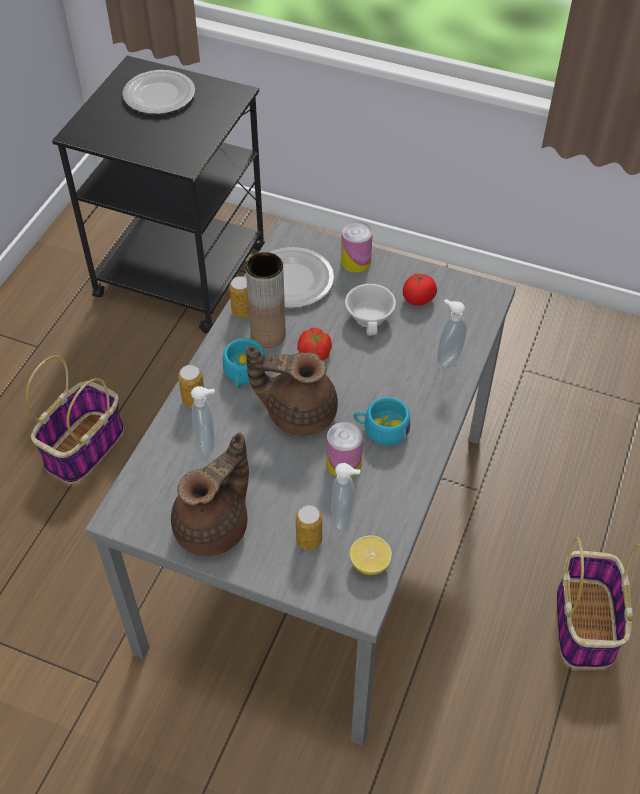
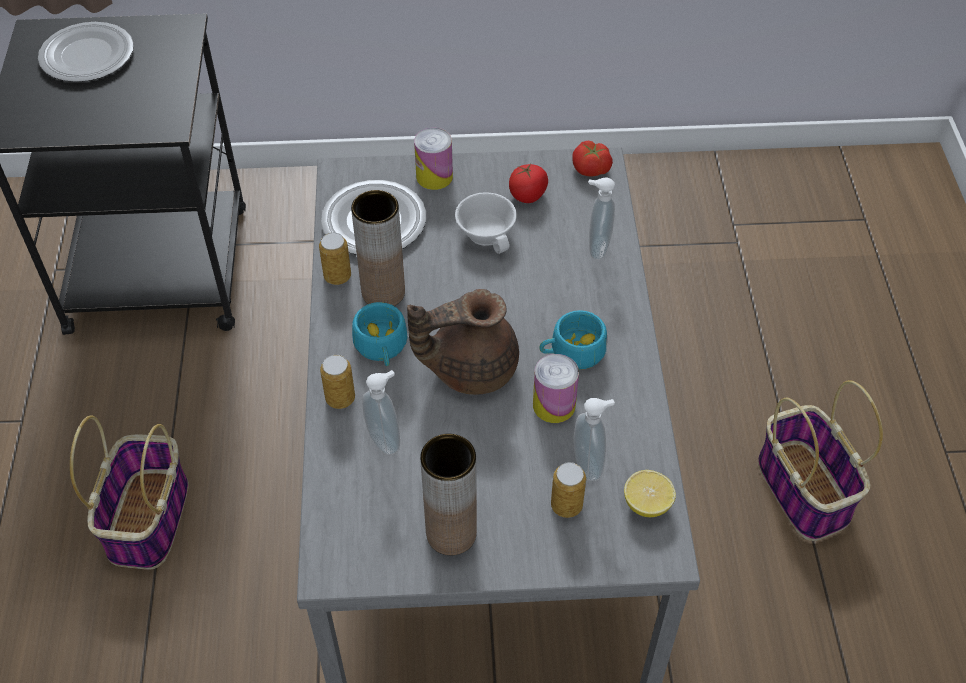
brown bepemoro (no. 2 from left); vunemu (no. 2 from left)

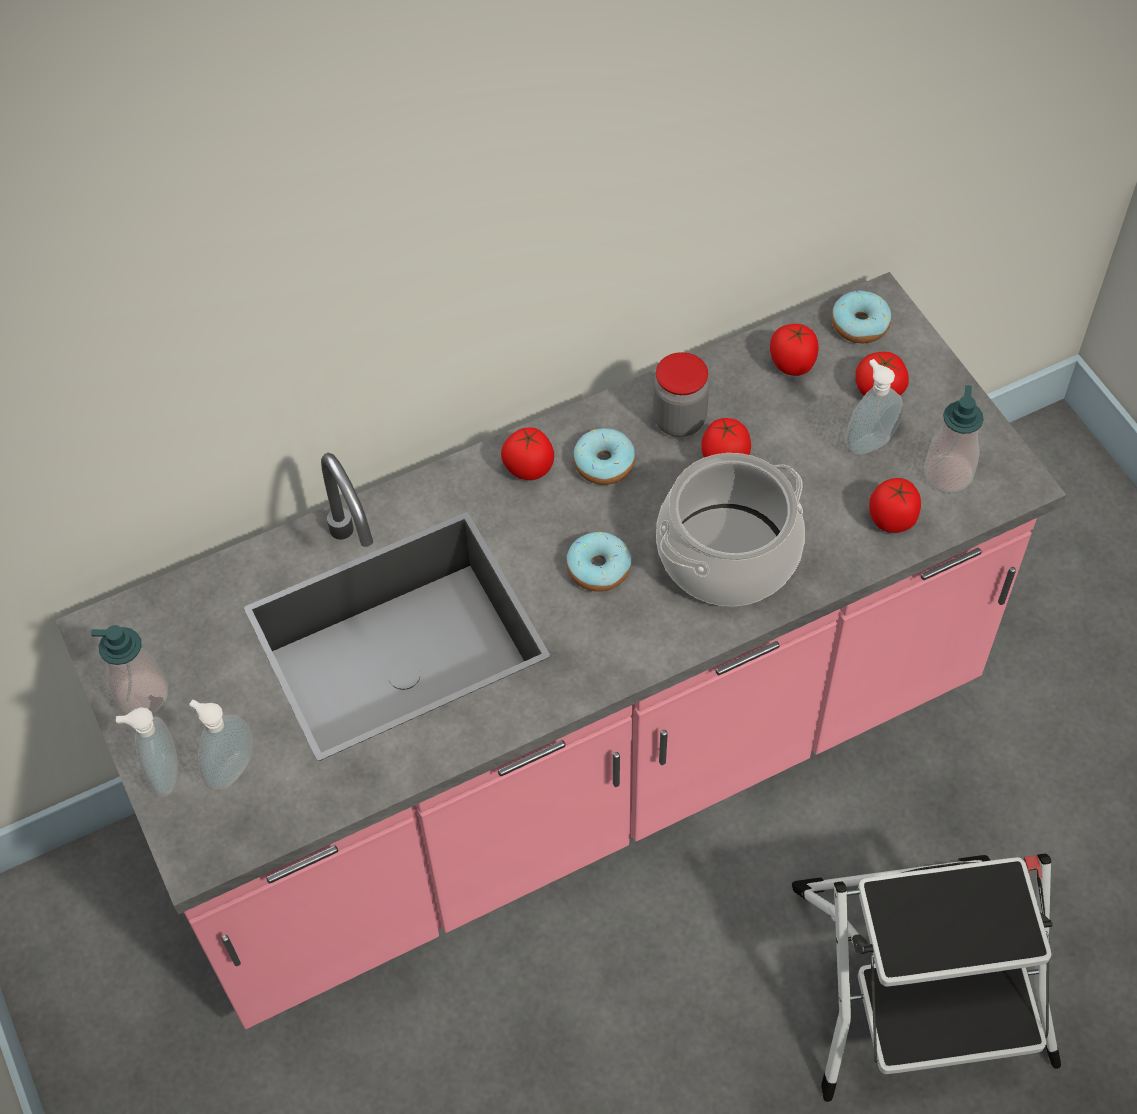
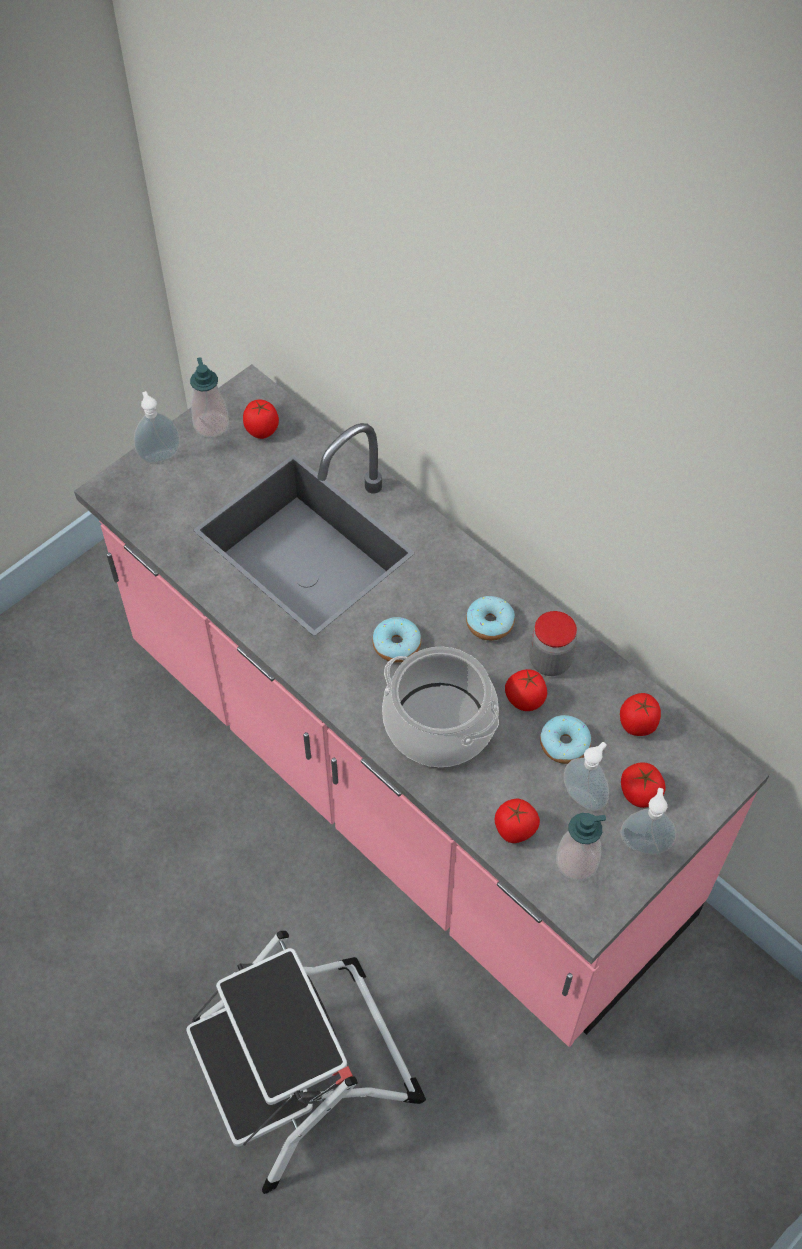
vunemu (no. 1 from left); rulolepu (no. 3 from left); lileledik (no. 5 from left)

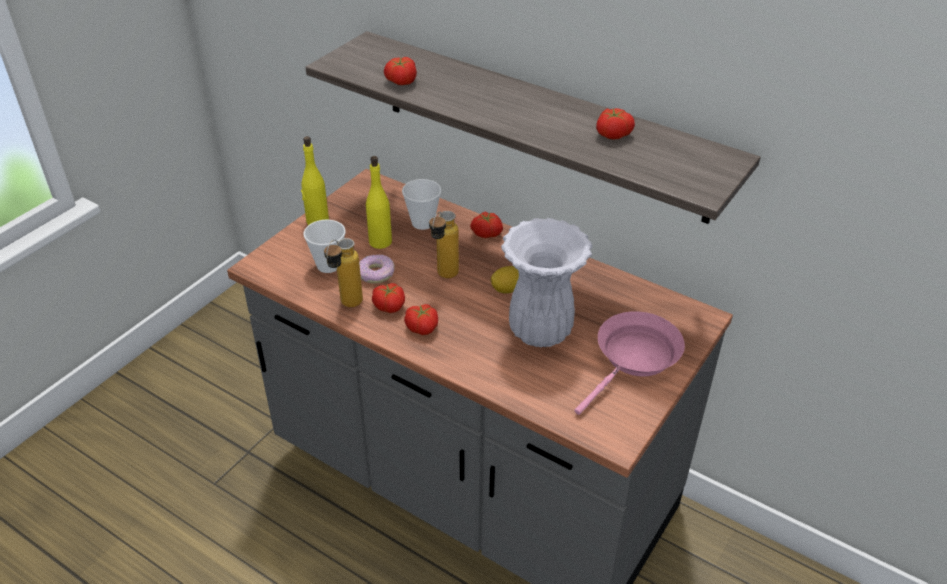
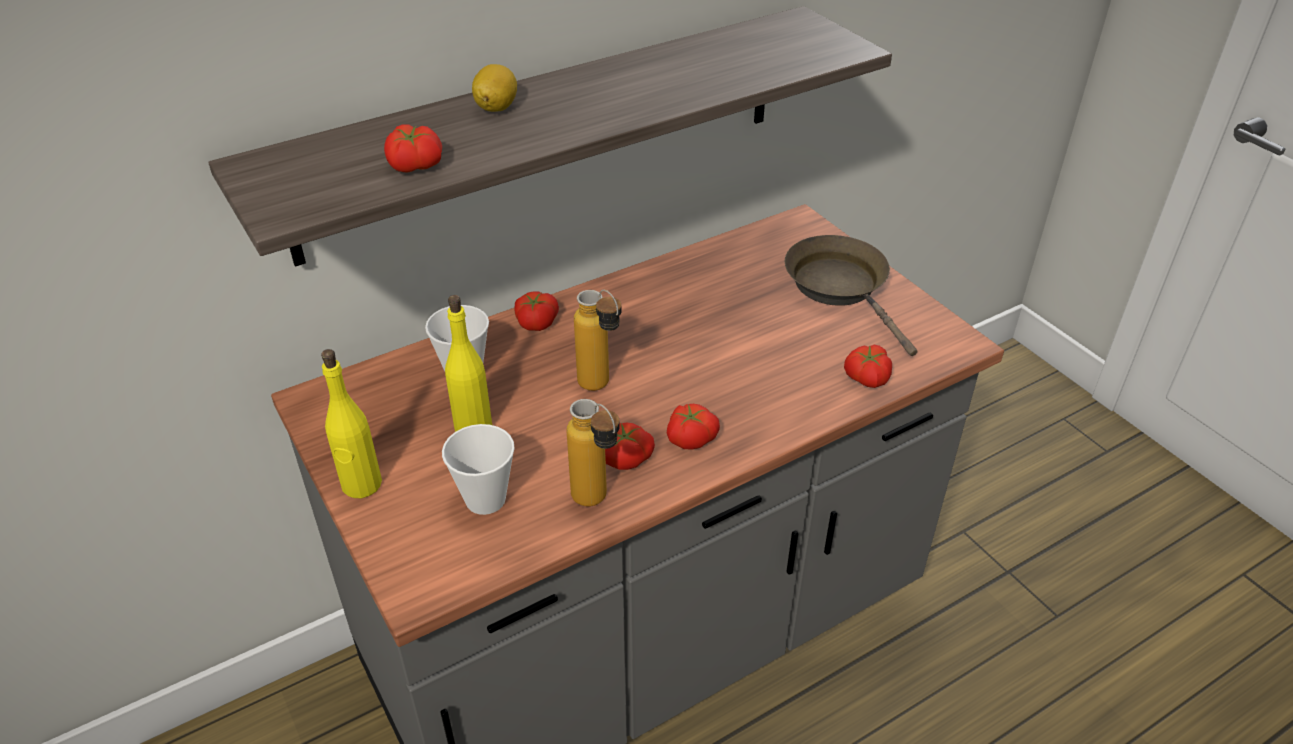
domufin; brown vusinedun; vunemu (no. 5 from left); rulolepu; white bepemoro

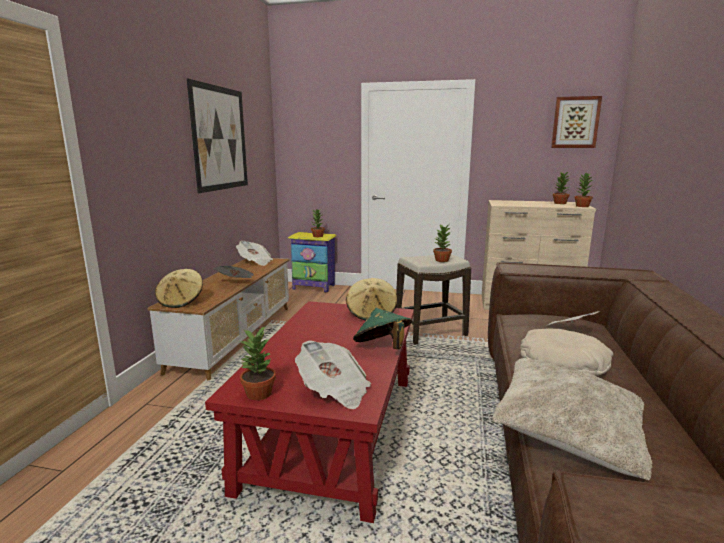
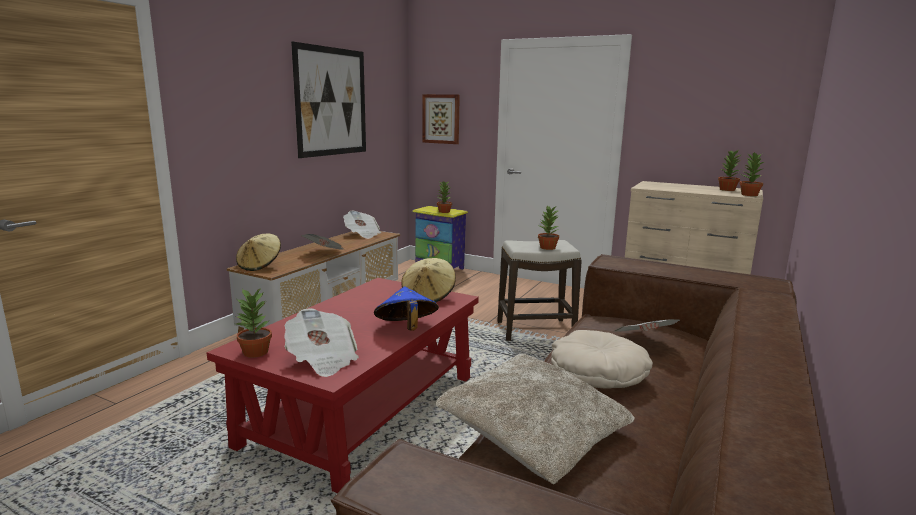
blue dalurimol; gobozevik (no. 2 from left)

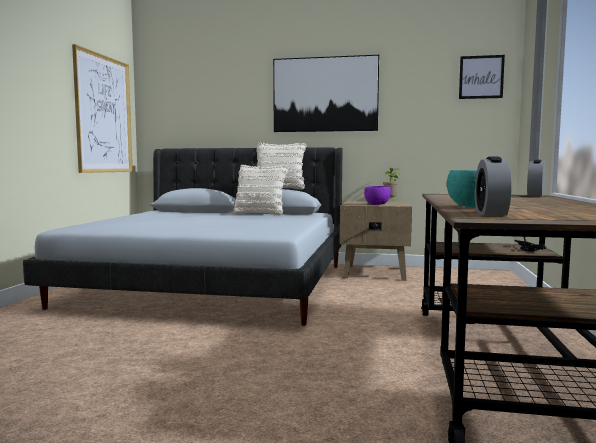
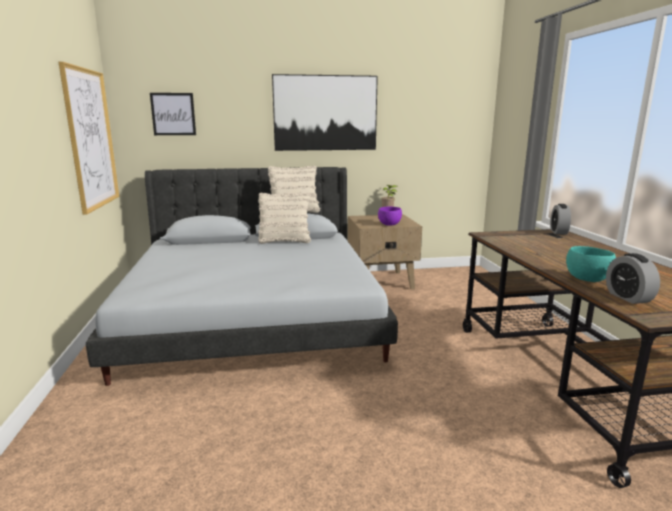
gobozevik (no. 2 from left)

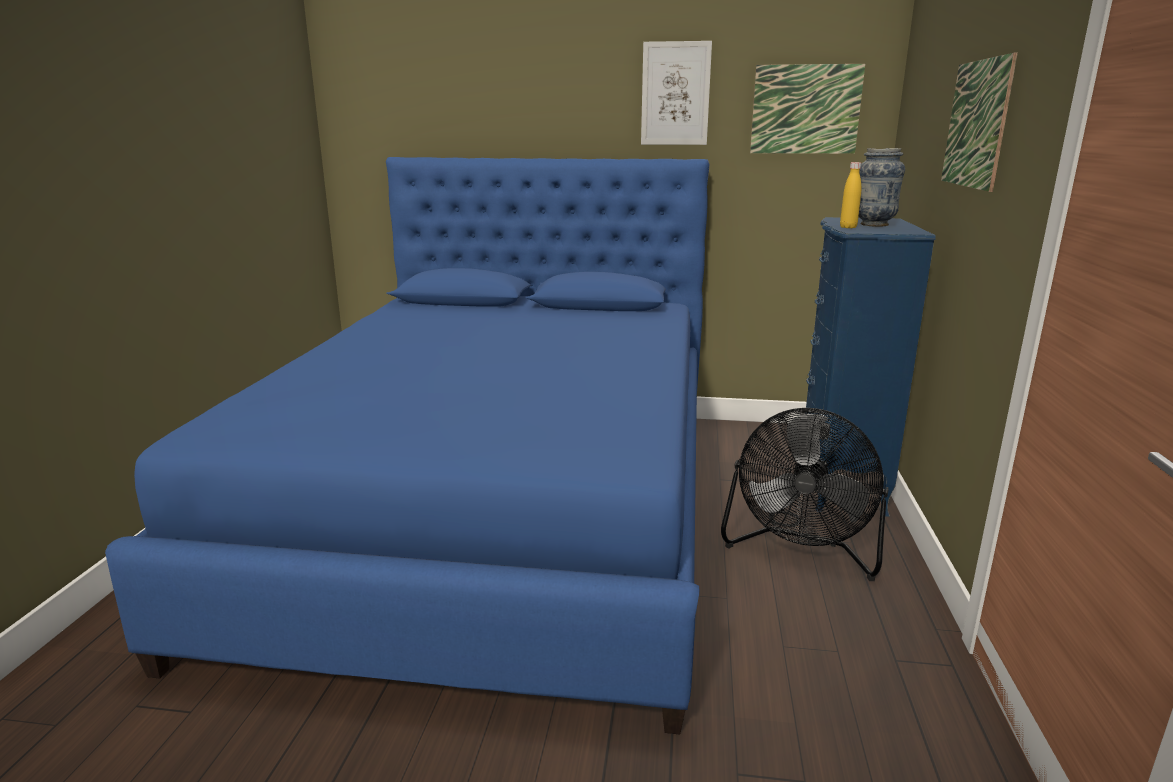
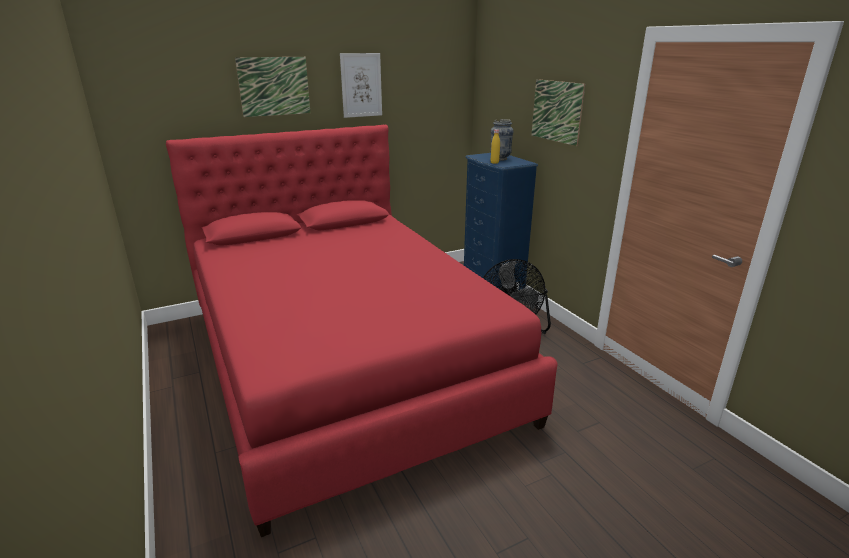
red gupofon; gobozevik (no. 1 from left)

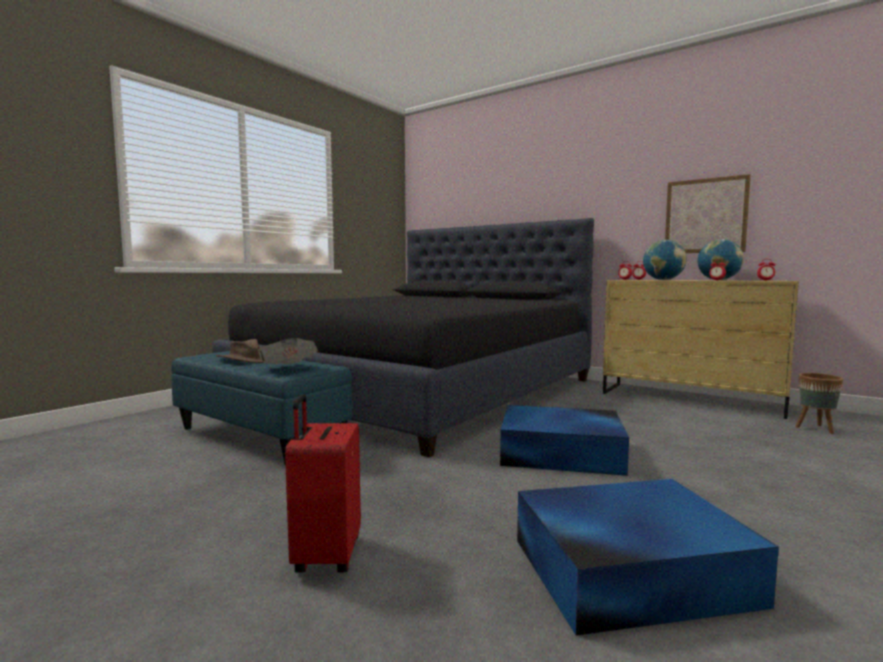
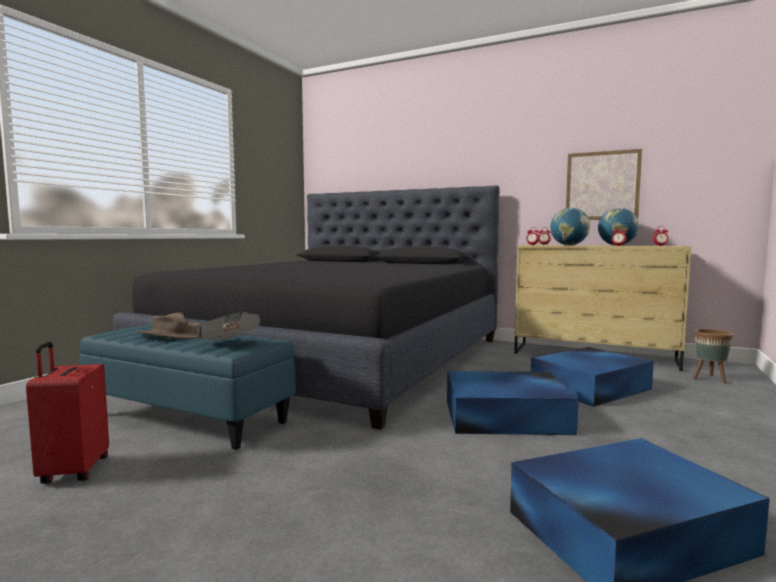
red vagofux; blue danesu (no. 2 from left)

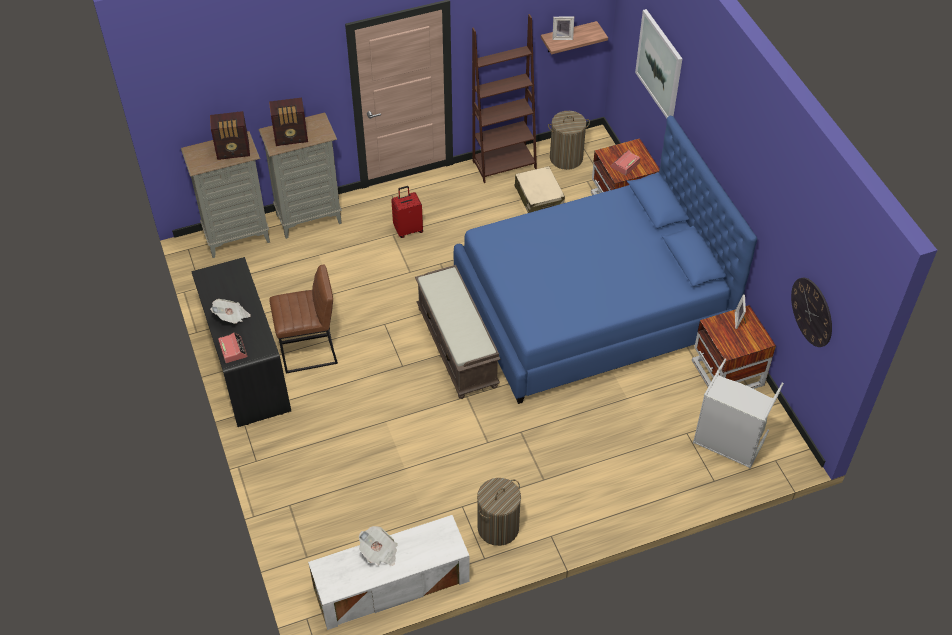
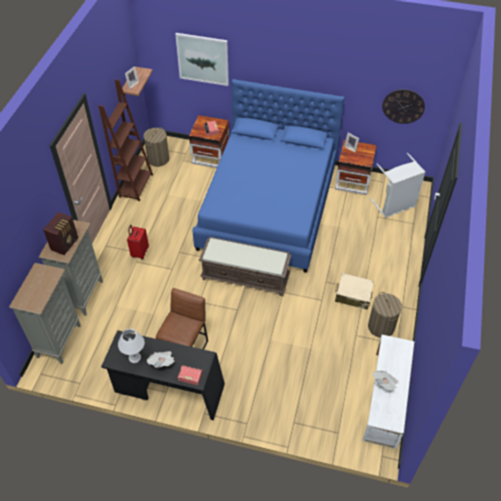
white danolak; beige vagofux; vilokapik (no. 1 from left in the first image)

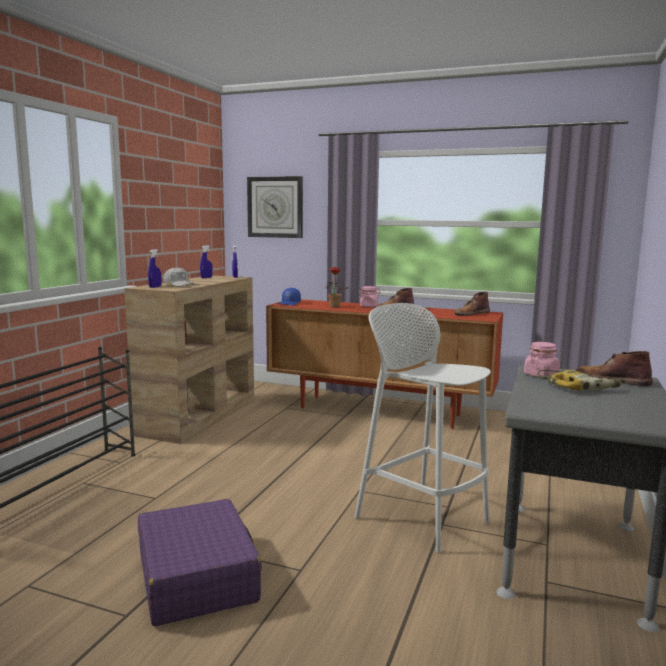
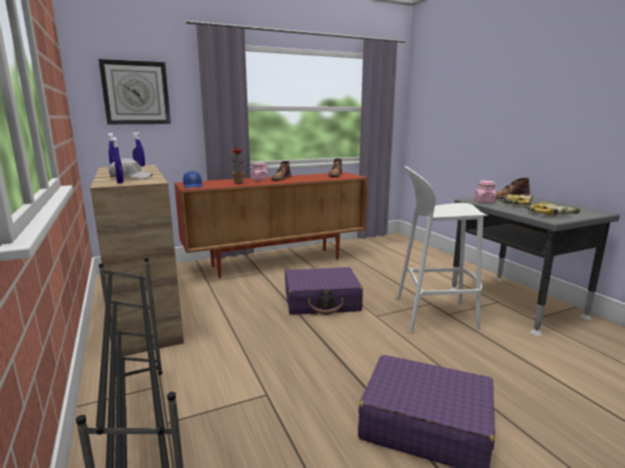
purple vagofux (no. 1 from left); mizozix (no. 2 from left)

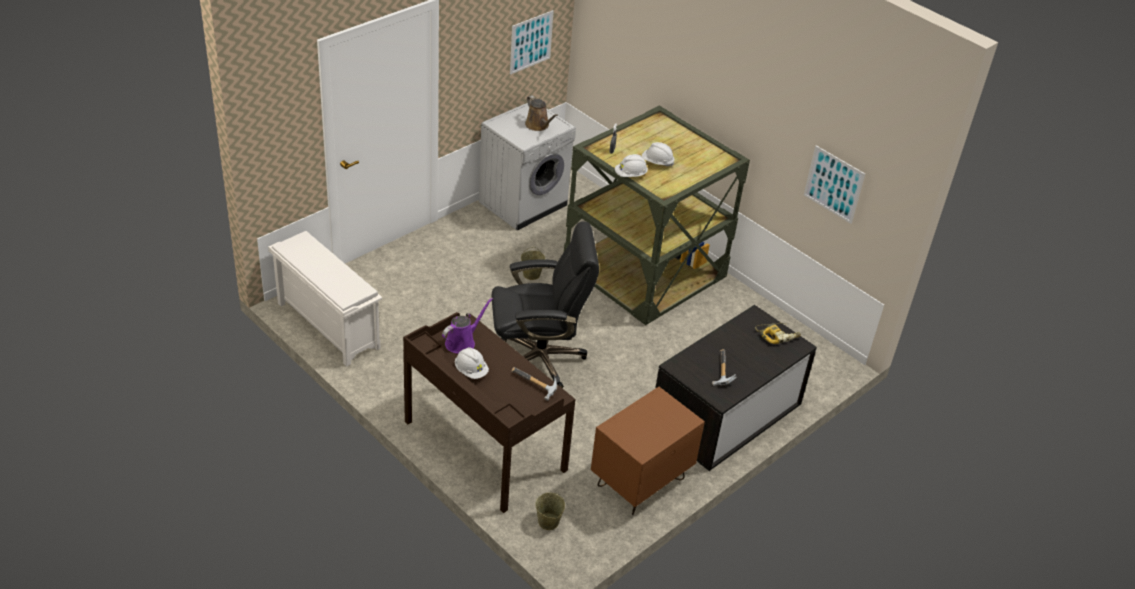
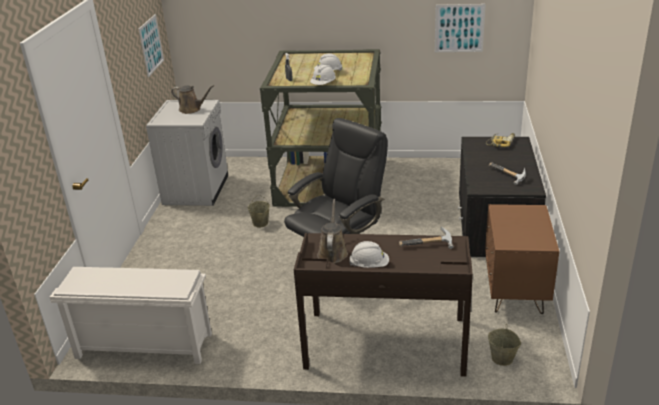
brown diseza (no. 2 from left)

